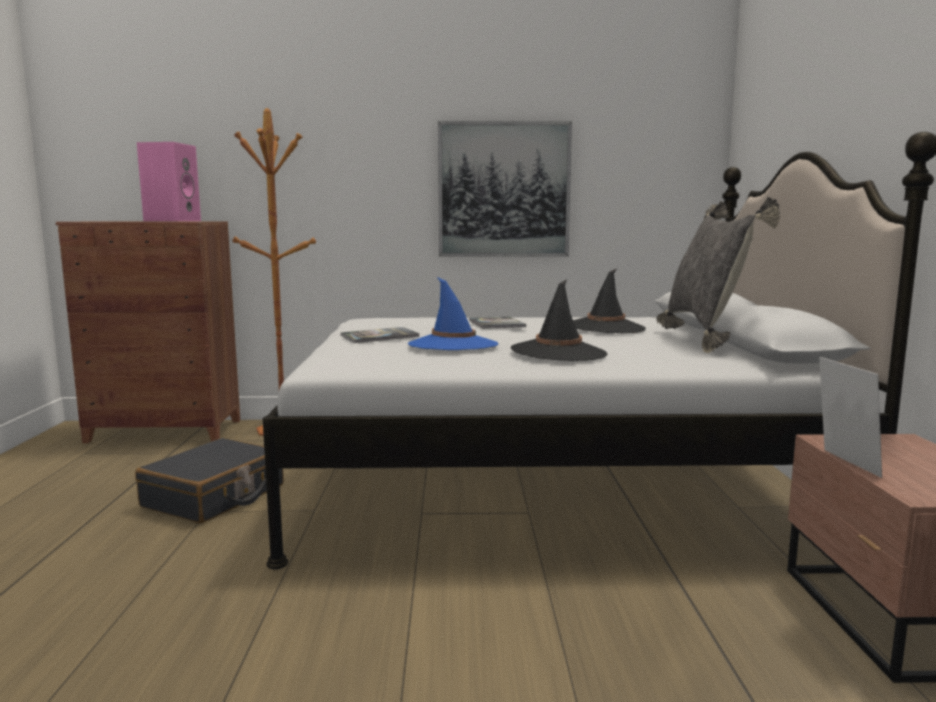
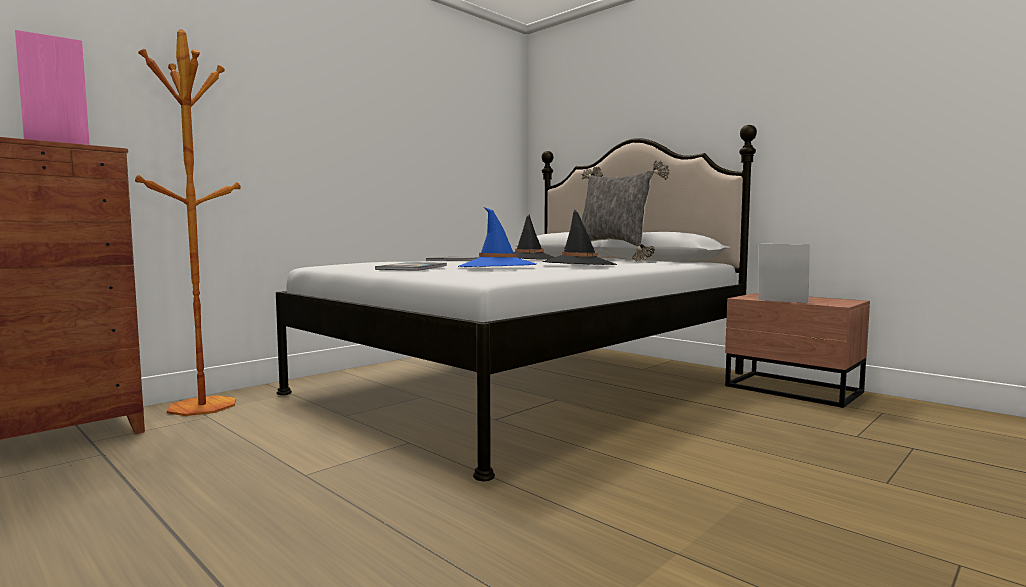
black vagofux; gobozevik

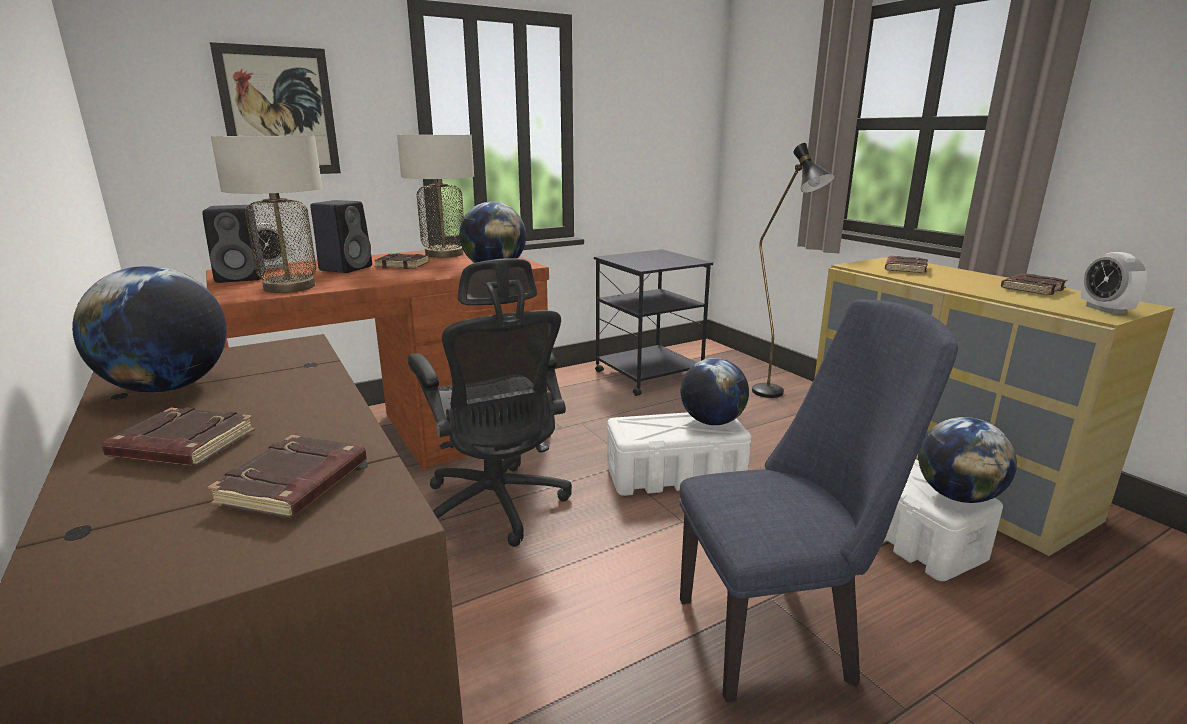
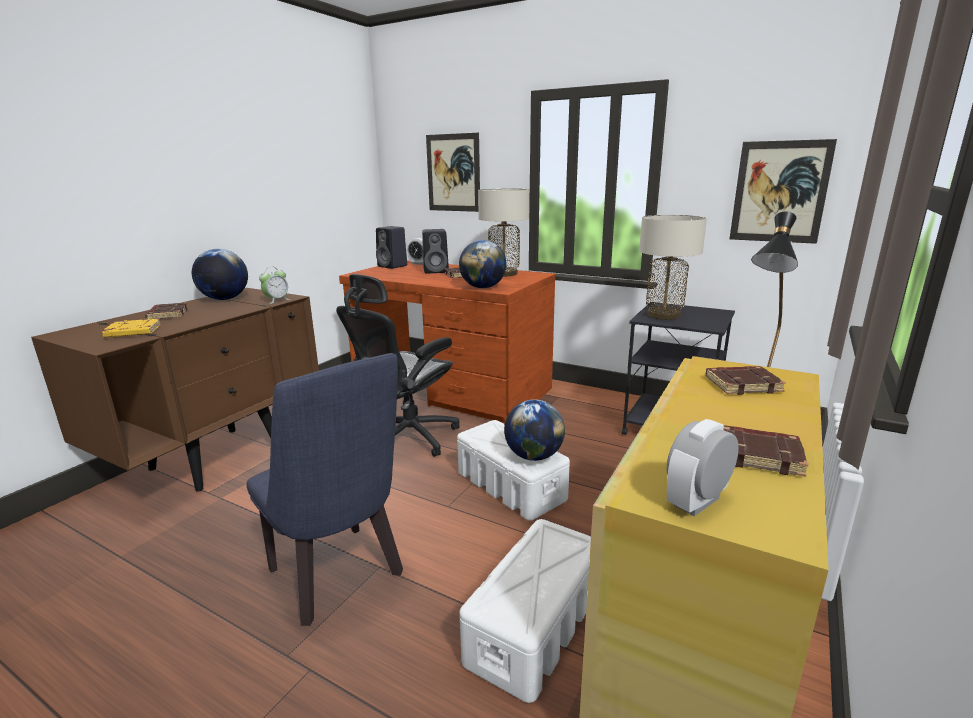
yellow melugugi; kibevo (no. 1 from left); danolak (no. 2 from left); gobozevik (no. 2 from left); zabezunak (no. 4 from left in the first image)

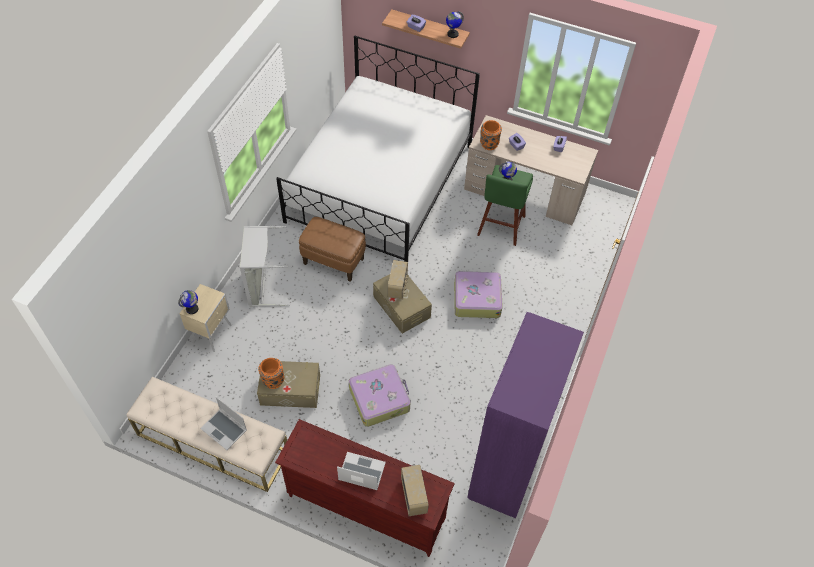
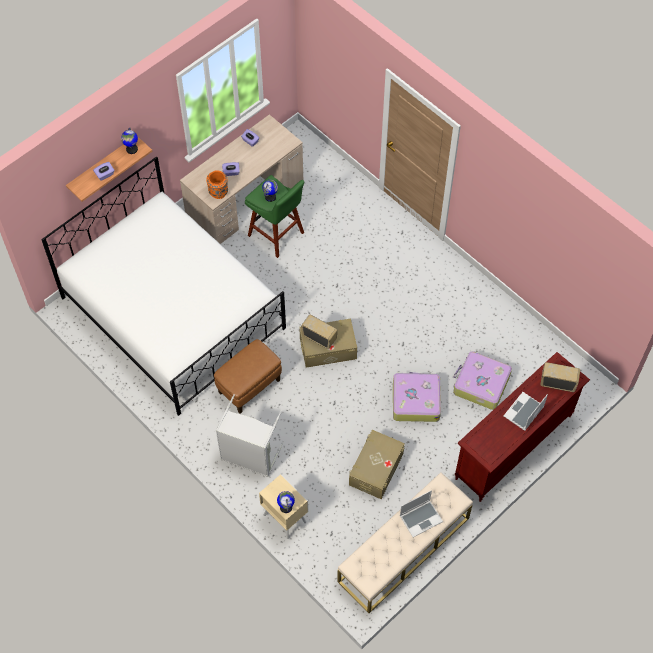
vagofux (no. 2 from left); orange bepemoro (no. 1 from left in the first image); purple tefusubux

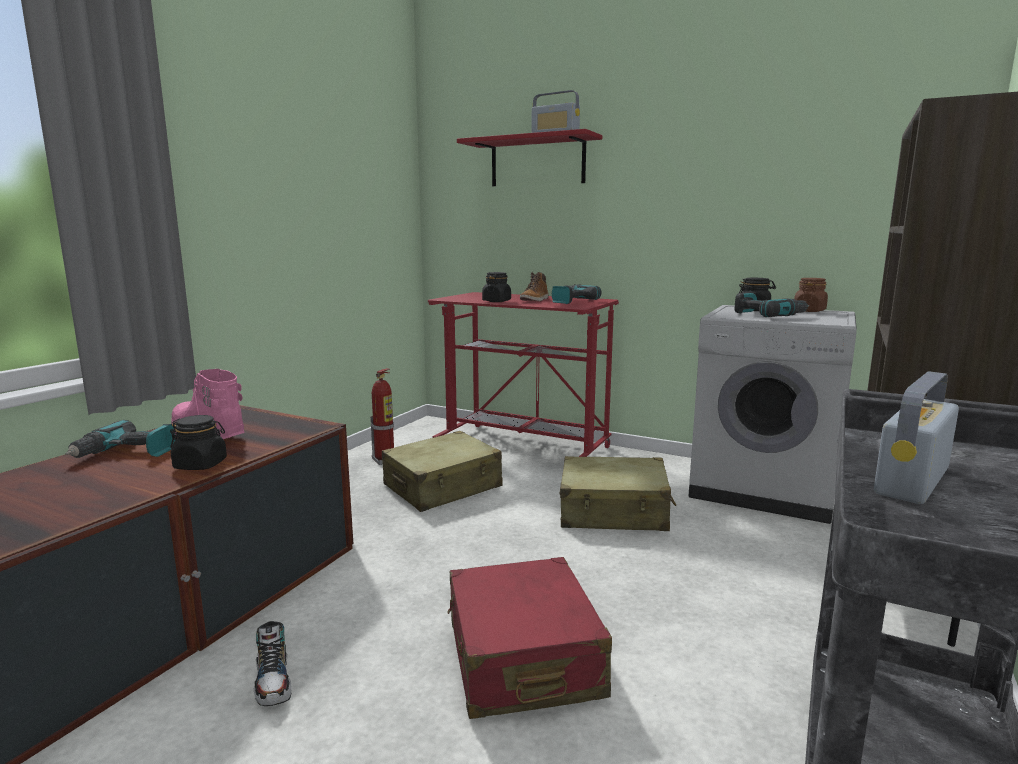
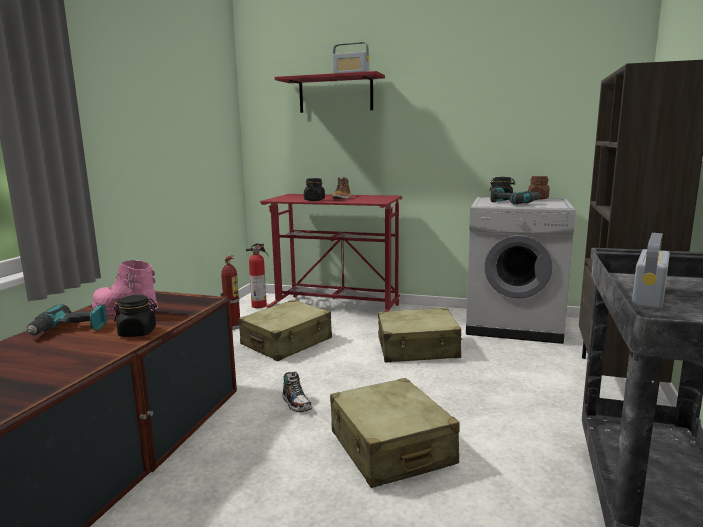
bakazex (no. 2 from left); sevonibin; beige vagofux (no. 2 from left); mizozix (no. 2 from left in the first image)

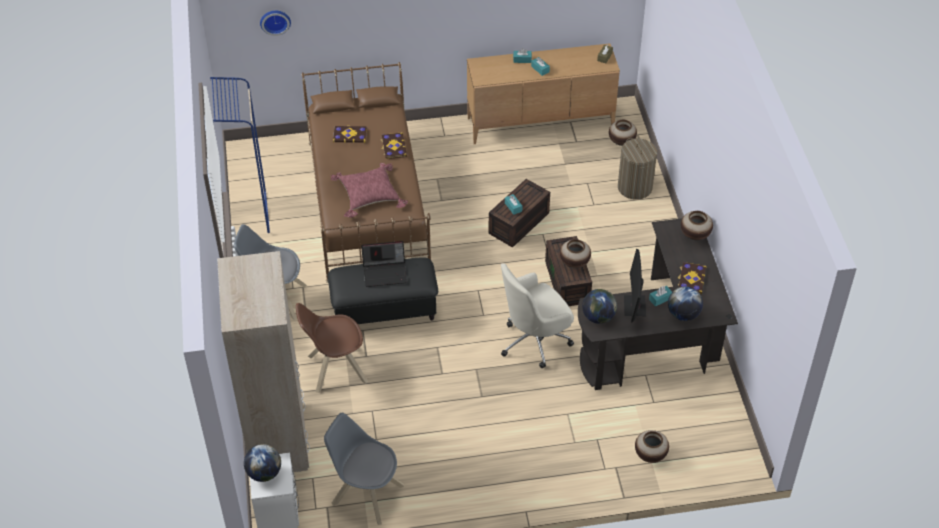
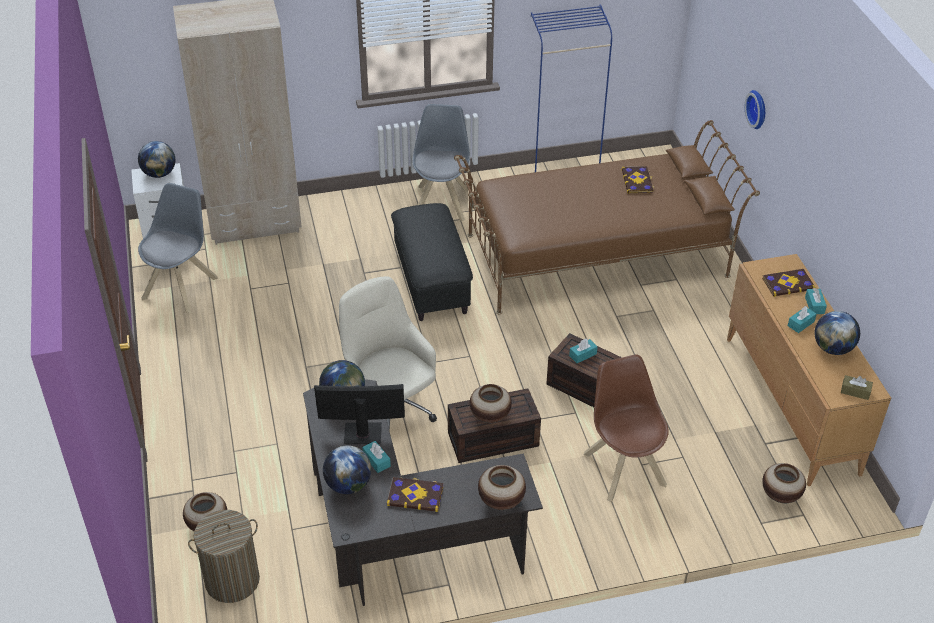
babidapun; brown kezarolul; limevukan; melugugi (no. 3 from left); zabezunak (no. 4 from left); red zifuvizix; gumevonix

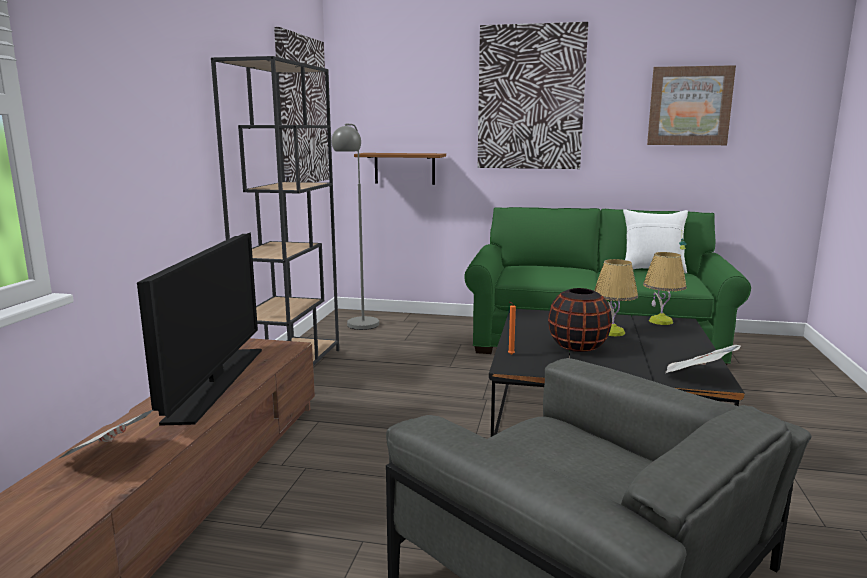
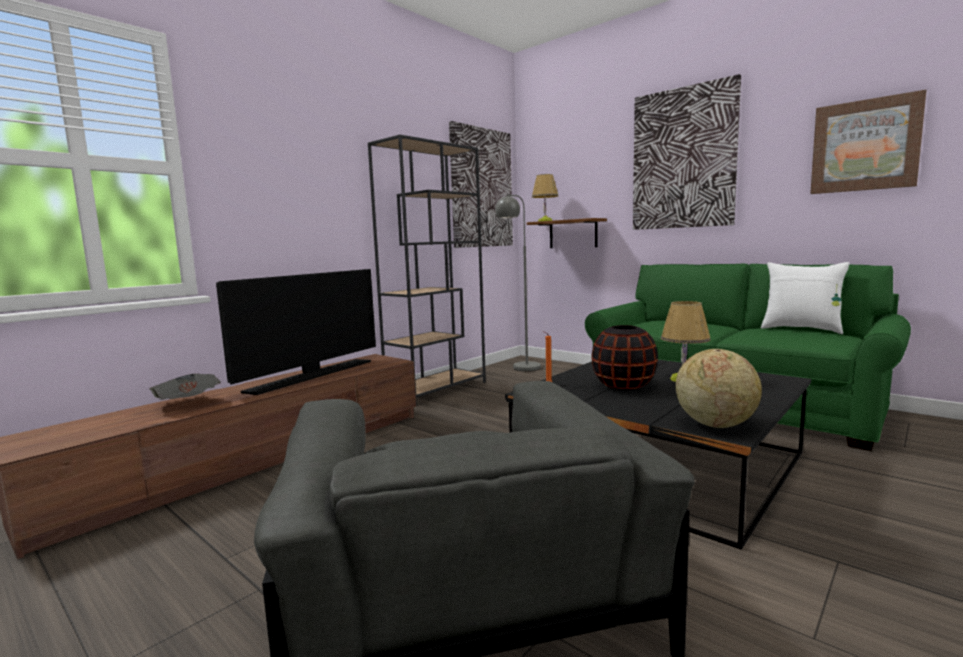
danolak (no. 1 from left); zabezunak

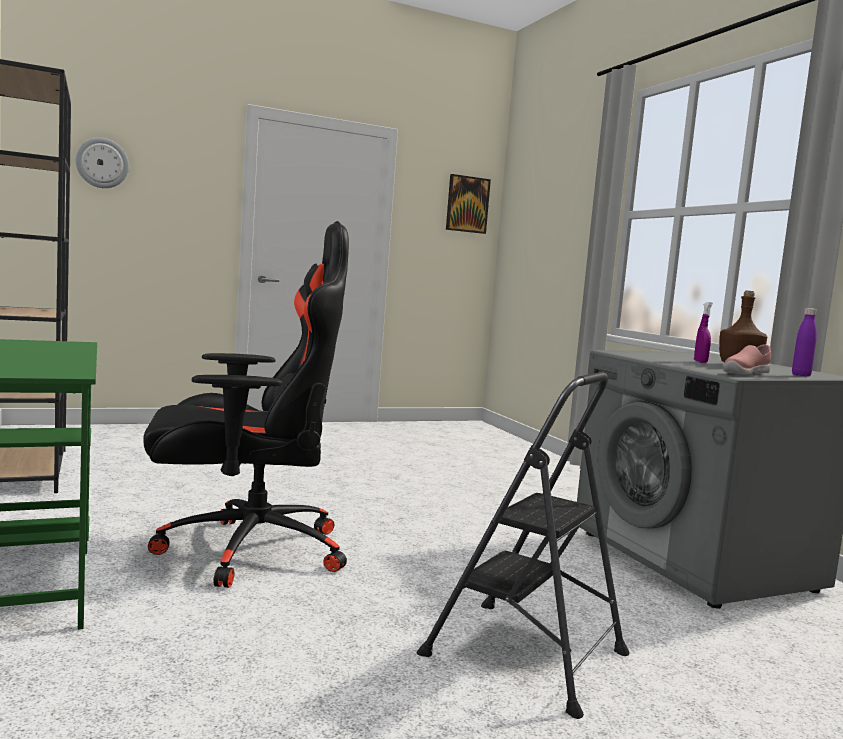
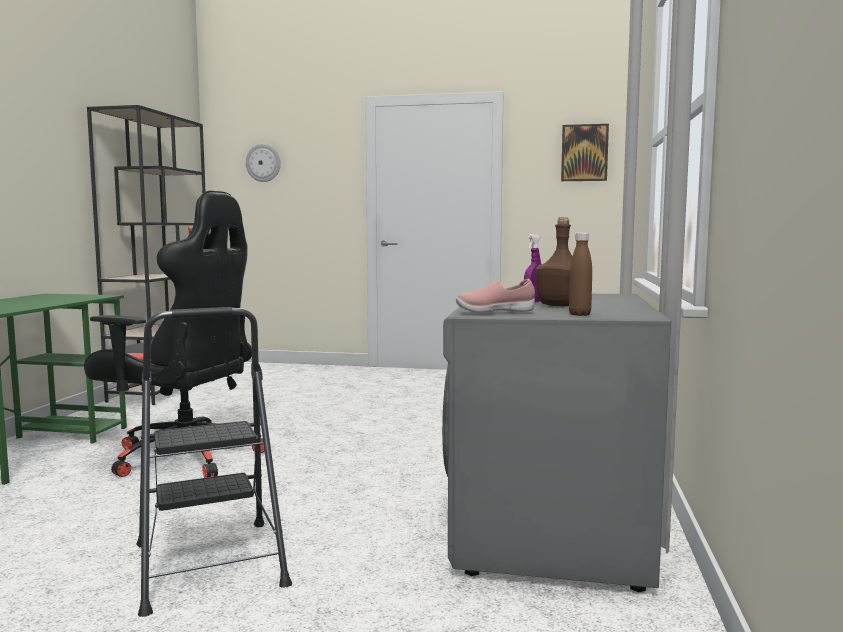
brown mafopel (no. 2 from left)

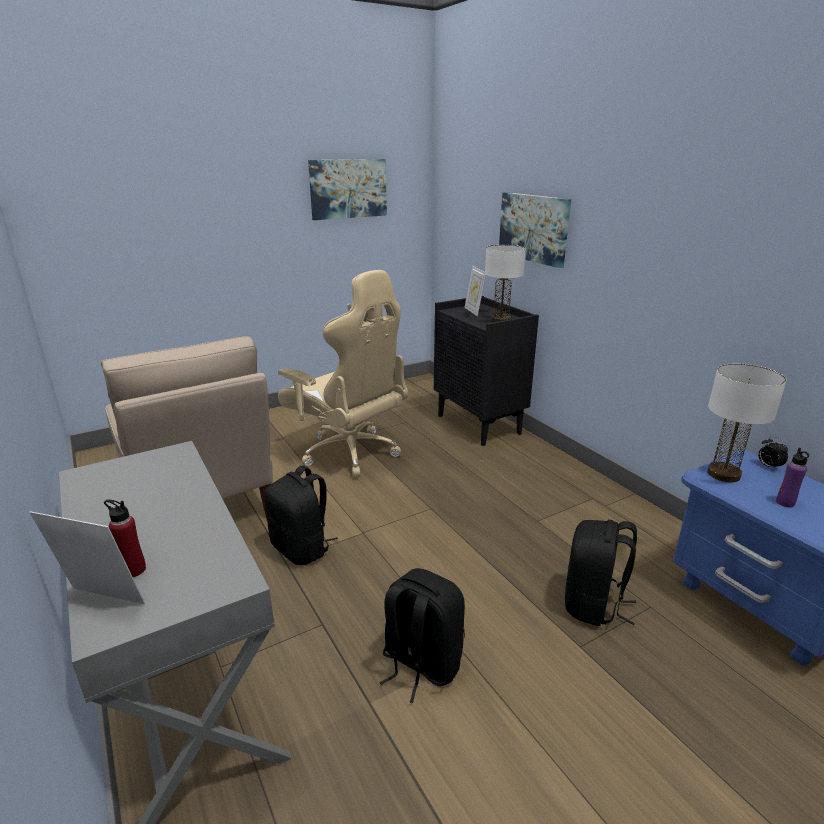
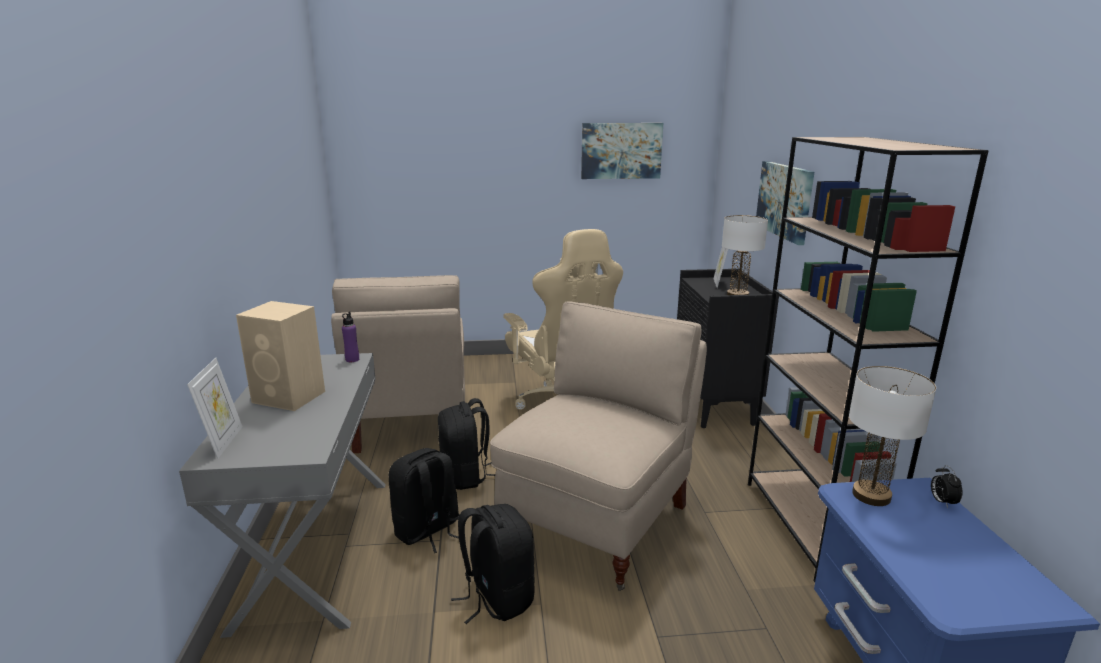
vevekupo (no. 1 from left); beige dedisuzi; purple mafopel; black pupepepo (no. 1 from left); beige kezarolul (no. 2 from left); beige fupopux; red mafopel

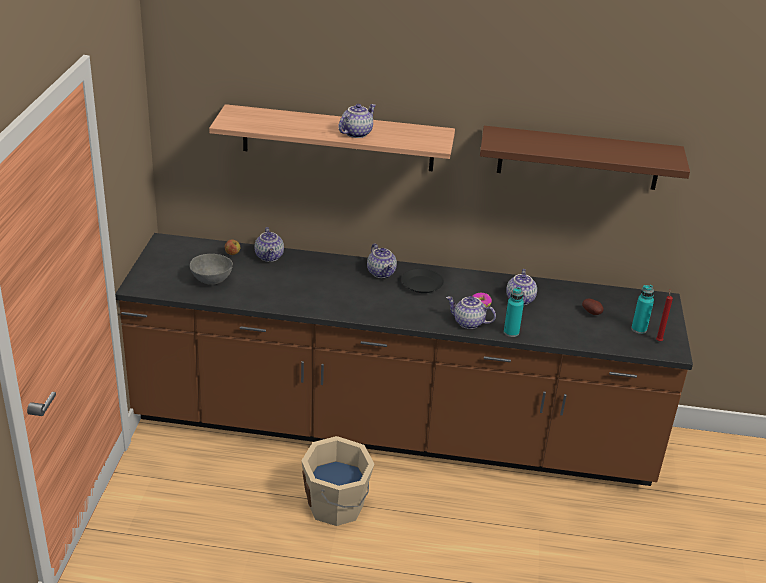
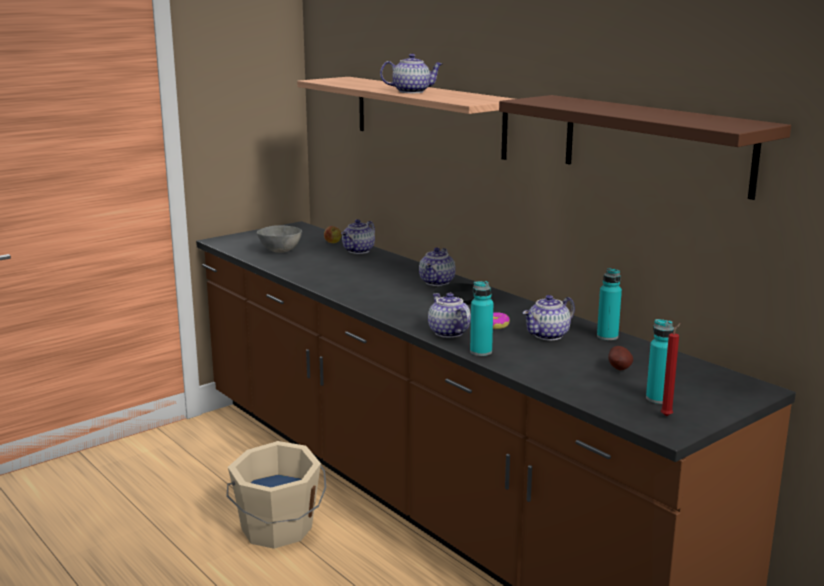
turquoise mafopel (no. 2 from left)

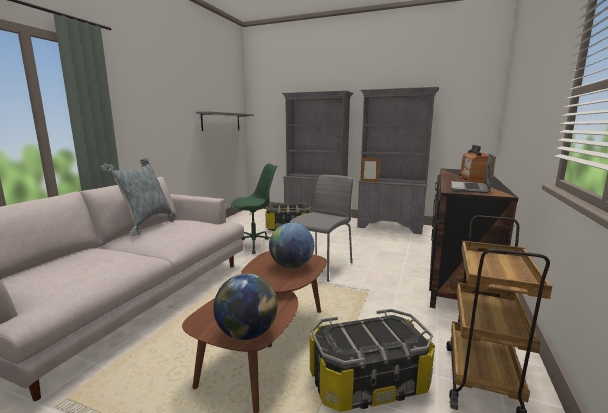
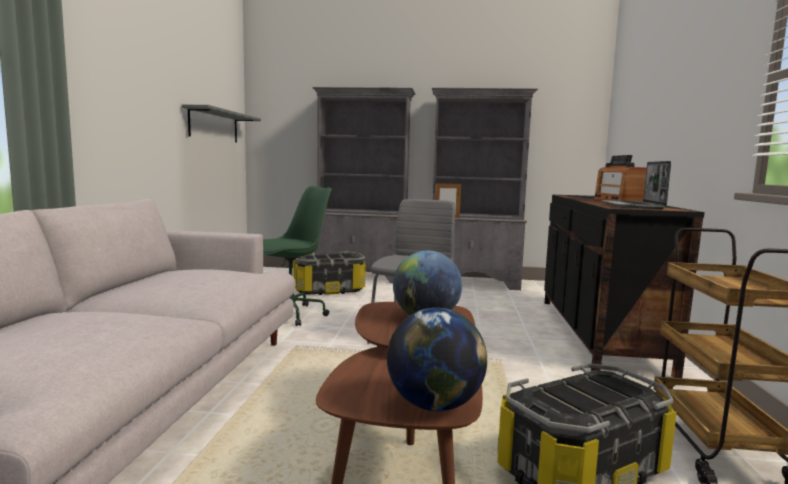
zifuvizix

